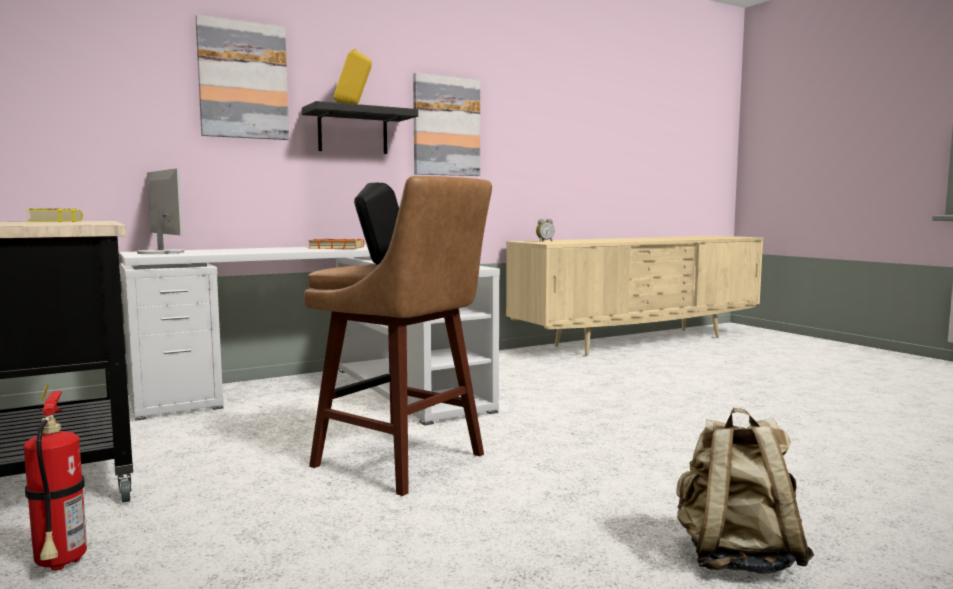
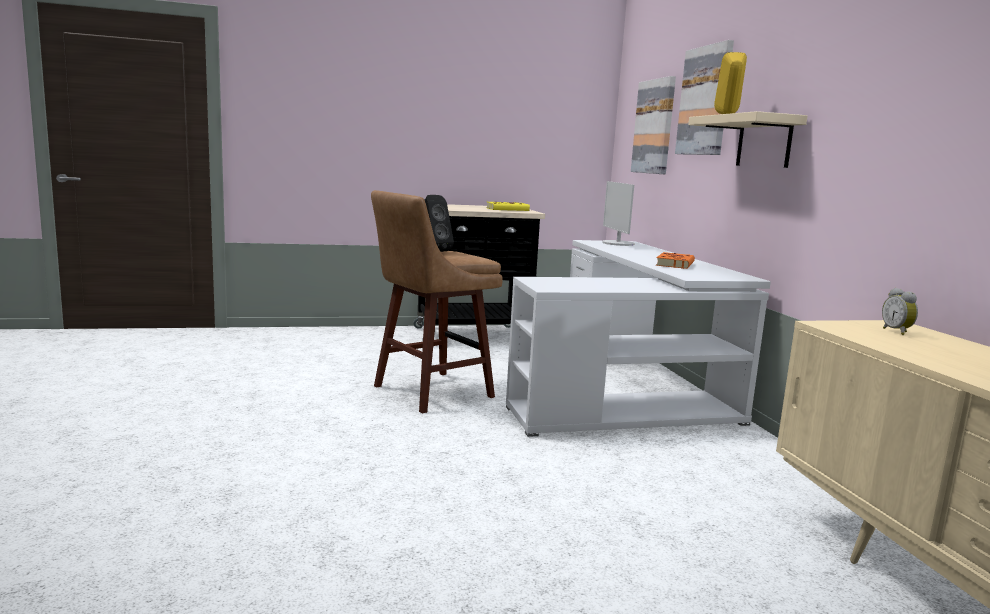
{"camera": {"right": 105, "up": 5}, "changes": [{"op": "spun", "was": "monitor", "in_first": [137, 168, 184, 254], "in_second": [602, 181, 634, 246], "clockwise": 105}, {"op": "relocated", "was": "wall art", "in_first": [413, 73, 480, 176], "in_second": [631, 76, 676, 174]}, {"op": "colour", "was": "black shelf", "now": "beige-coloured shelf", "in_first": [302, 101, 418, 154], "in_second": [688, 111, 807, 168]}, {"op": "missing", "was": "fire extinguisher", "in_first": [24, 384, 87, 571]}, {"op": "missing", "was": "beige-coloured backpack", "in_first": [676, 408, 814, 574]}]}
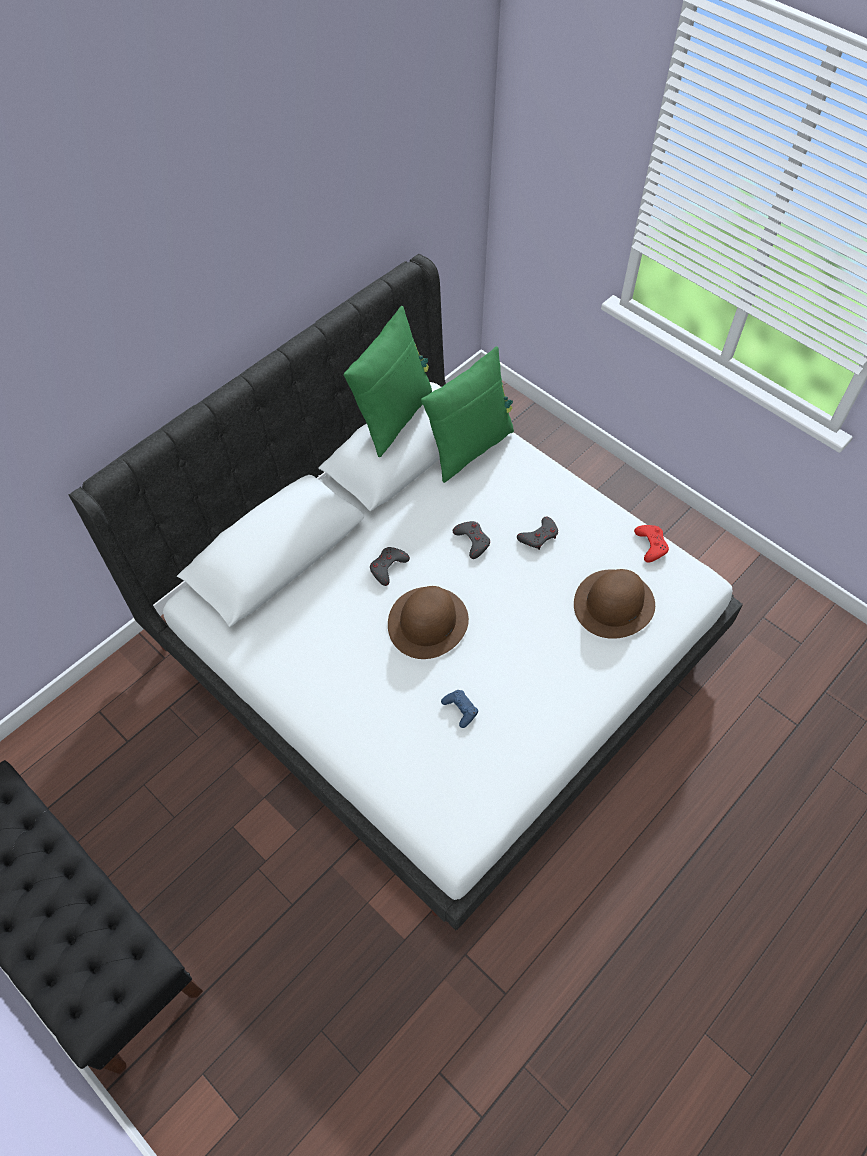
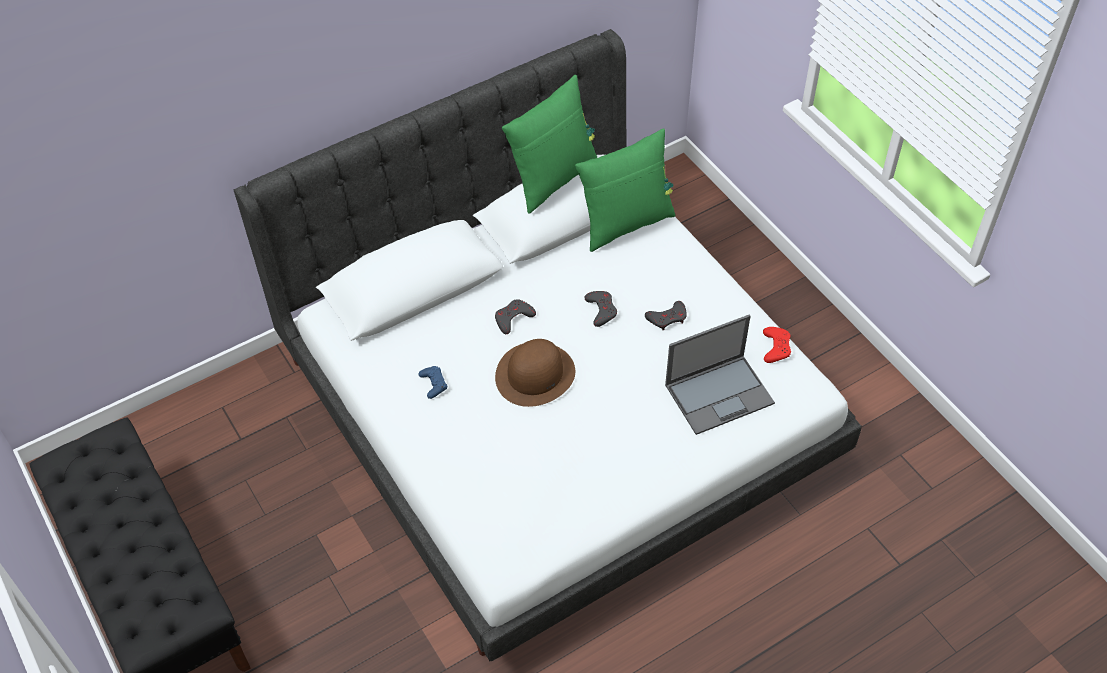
{"camera": {"right": 15, "up": -5}, "changes": [{"op": "relocated", "was": "blue joypad", "in_first": [441, 690, 478, 728], "in_second": [418, 366, 447, 399]}, {"op": "exchanged", "was": "brownish hat", "now": "notebook computer", "in_first": [574, 569, 655, 639], "in_second": [665, 315, 775, 435]}]}
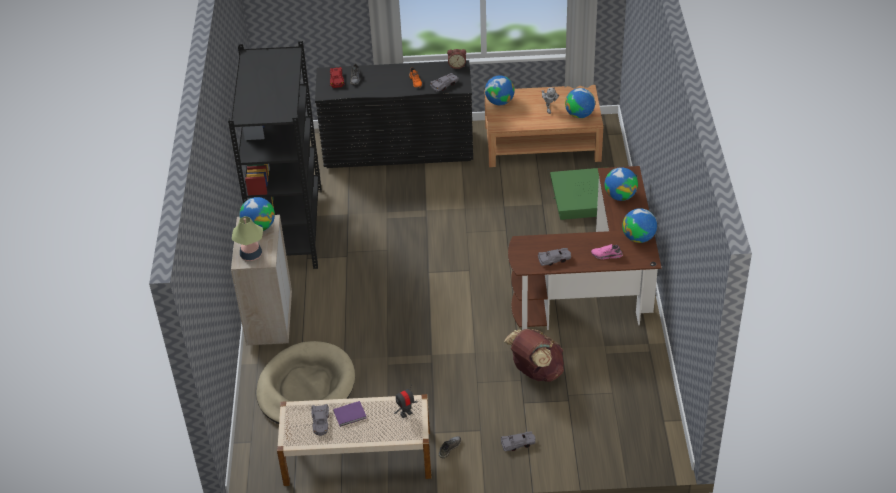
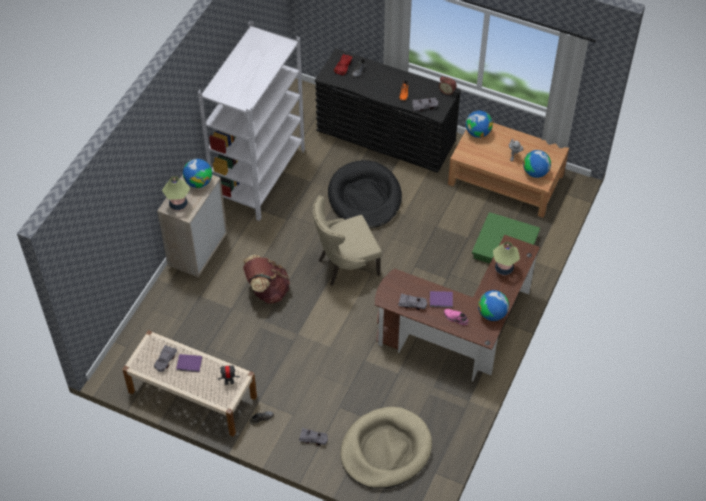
{"camera": {"right": 25, "up": 10}, "changes": [{"op": "colour", "was": "black shelving unit", "now": "whitish shelving unit", "in_first": [228, 41, 322, 269], "in_second": [198, 21, 305, 221]}, {"op": "relocated", "was": "brownish backpack", "in_first": [504, 329, 564, 382], "in_second": [243, 255, 290, 304]}, {"op": "appeared", "now": "beige-coloured plain chair", "in_second": [313, 195, 382, 286]}, {"op": "appeared", "now": "black pet bed", "in_second": [328, 160, 402, 228]}, {"op": "relocated", "was": "beige-coloured pet bed", "in_first": [256, 341, 355, 426], "in_second": [340, 407, 432, 489]}, {"op": "appeared", "now": "purple book", "in_second": [430, 291, 453, 308]}, {"op": "exchanged", "was": "globe", "now": "lamp for a table", "in_first": [604, 167, 638, 201], "in_second": [493, 242, 520, 276]}]}
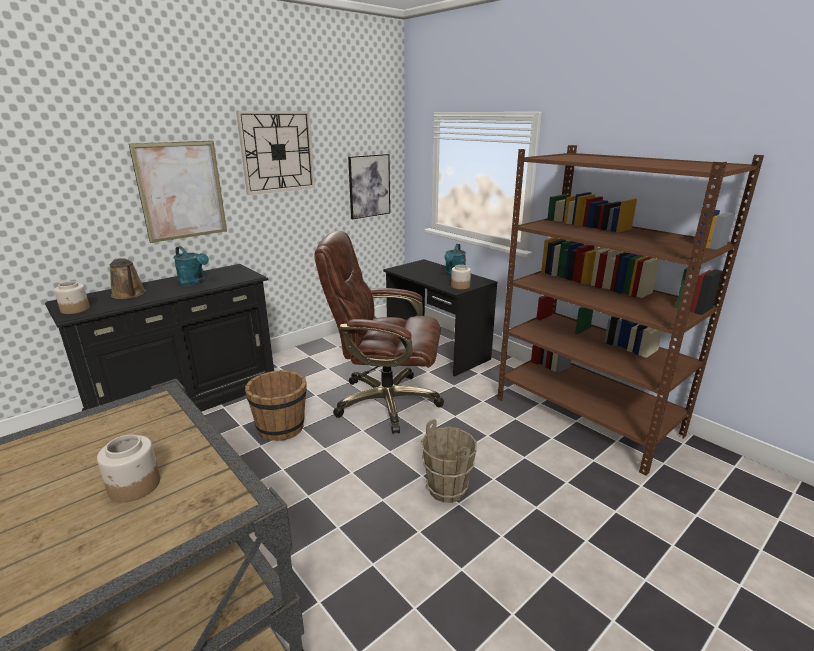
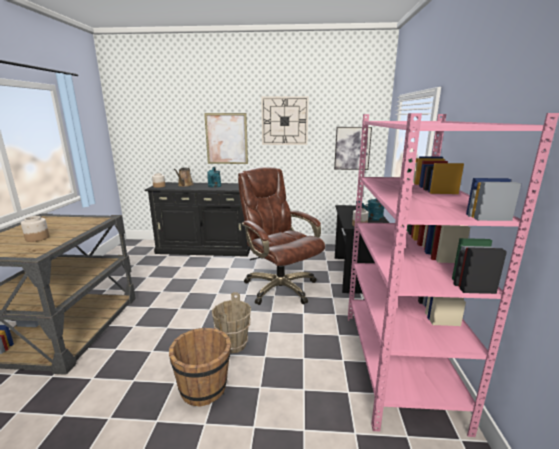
{"camera": {"right": 45, "up": -5}, "changes": [{"op": "relocated", "was": "brownish water bucket", "in_first": [245, 370, 307, 441], "in_second": [169, 328, 231, 407]}, {"op": "colour", "was": "brownish shelving unit", "now": "pinkish shelving unit", "in_first": [497, 145, 764, 475], "in_second": [348, 113, 559, 437]}]}
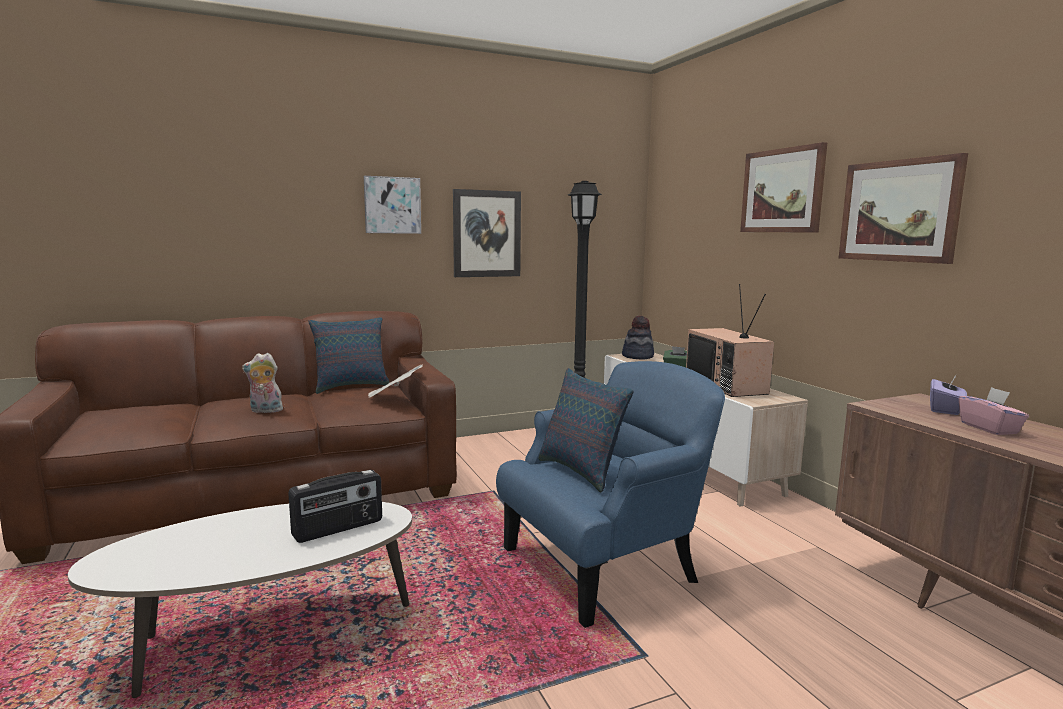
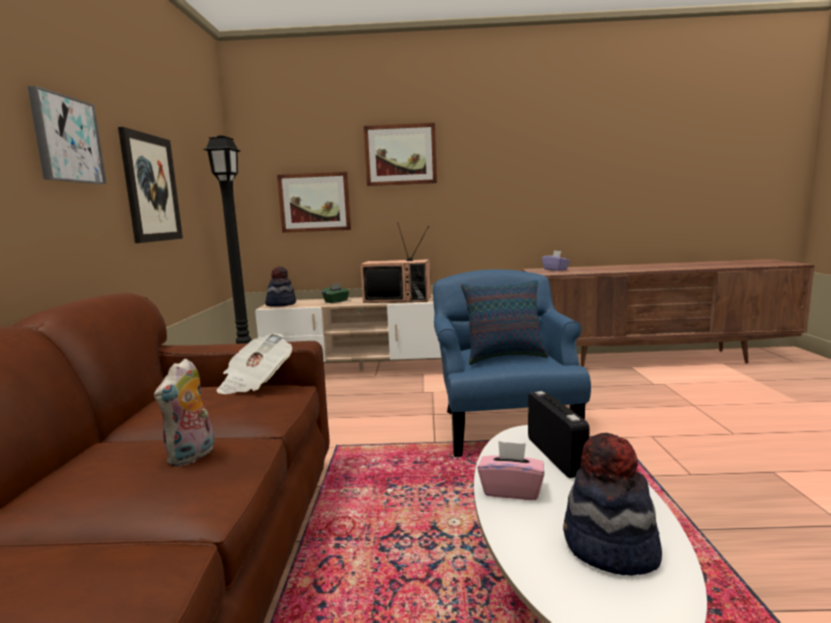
{"camera": {"right": -65, "up": 0}, "changes": [{"op": "relocated", "was": "wall art", "in_first": [839, 153, 968, 264], "in_second": [277, 172, 351, 233]}, {"op": "relocated", "was": "pinkish tissue box", "in_first": [959, 387, 1029, 435], "in_second": [478, 441, 544, 500]}, {"op": "appeared", "now": "hat", "in_second": [563, 433, 662, 576]}, {"op": "missing", "was": "blue cushion", "in_first": [308, 317, 390, 394]}]}
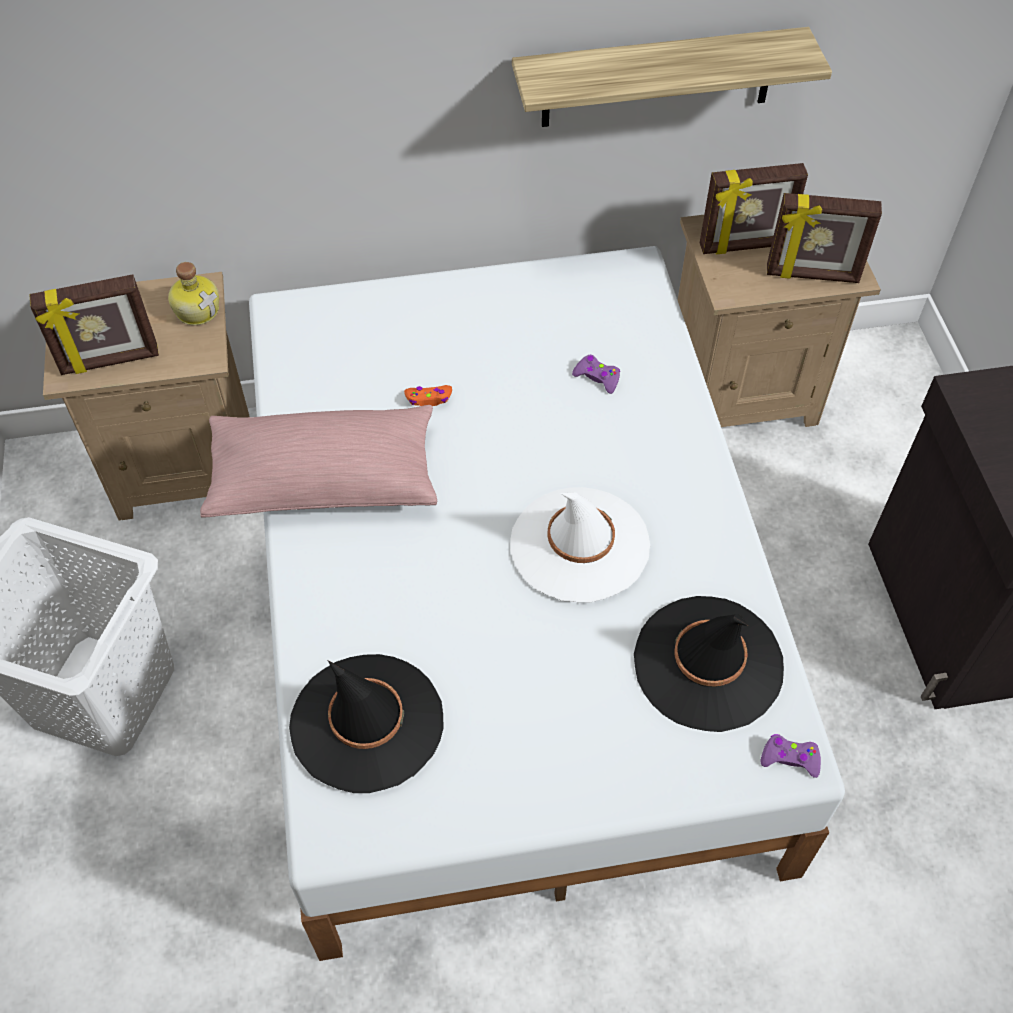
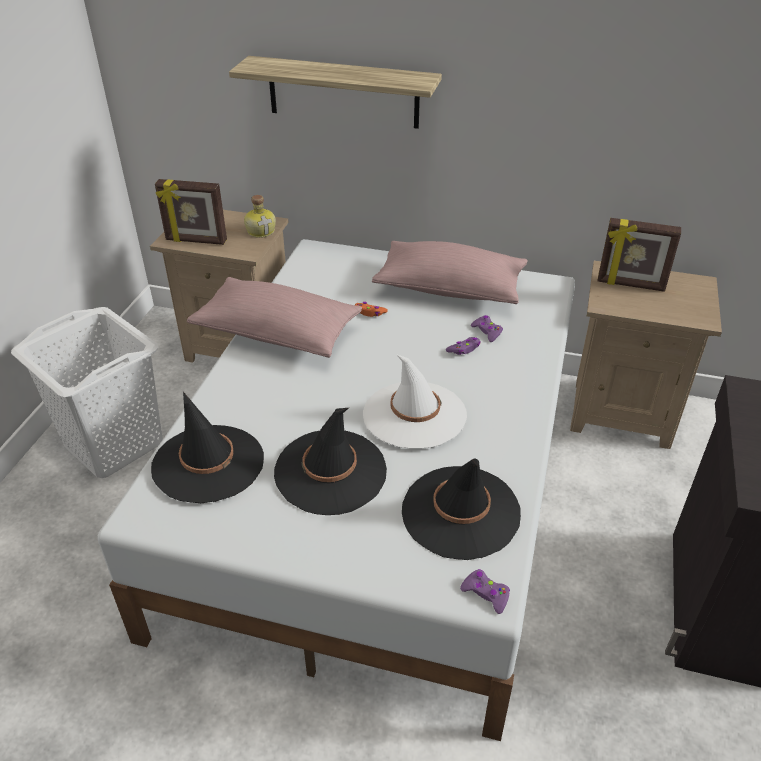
{"camera": {"right": 25, "up": -15}, "changes": [{"op": "relocated", "was": "shelf", "in_first": [512, 27, 832, 127], "in_second": [229, 56, 442, 129]}, {"op": "appeared", "now": "black hat", "in_second": [274, 408, 387, 515]}, {"op": "appeared", "now": "pinkish cushion", "in_second": [372, 241, 528, 304]}, {"op": "appeared", "now": "purple joypad", "in_second": [446, 337, 481, 355]}, {"op": "missing", "was": "picture frame", "in_first": [767, 193, 882, 283]}]}
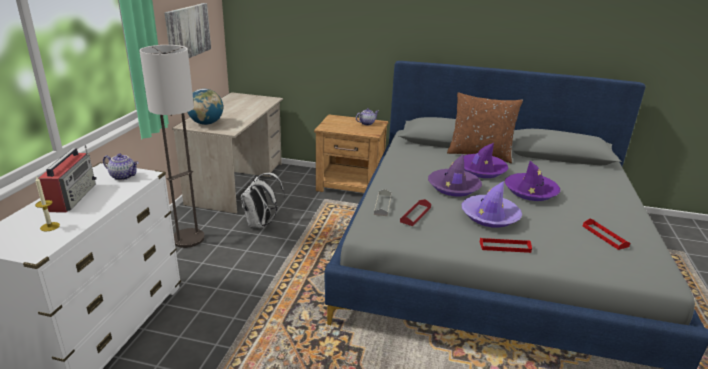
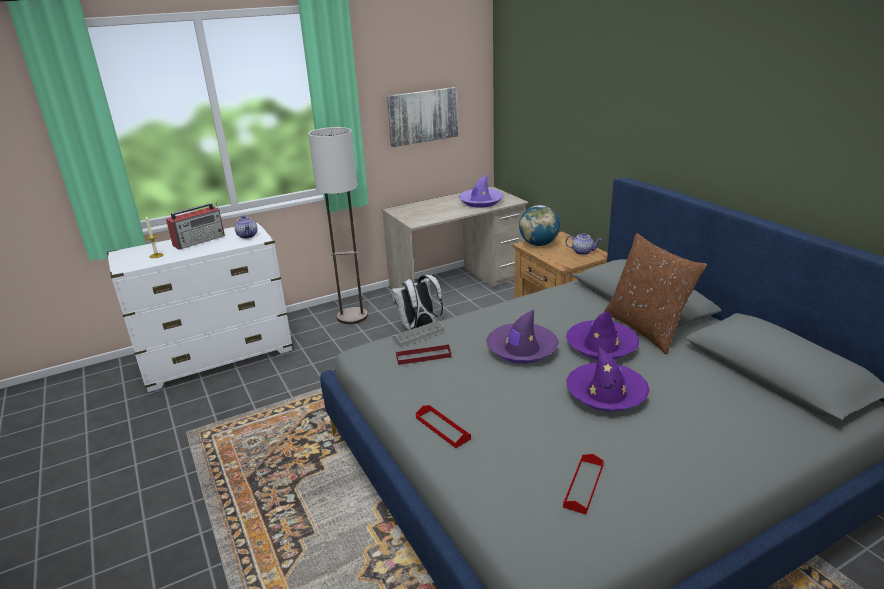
{"camera": {"right": 50, "up": 0}, "changes": [{"op": "relocated", "was": "purple hat", "in_first": [462, 181, 522, 228], "in_second": [459, 175, 504, 207]}, {"op": "relocated", "was": "globe", "in_first": [187, 89, 223, 125], "in_second": [519, 205, 560, 246]}]}
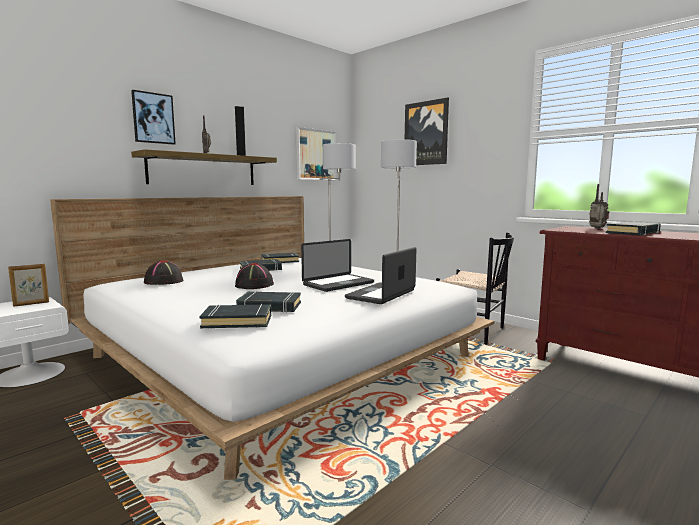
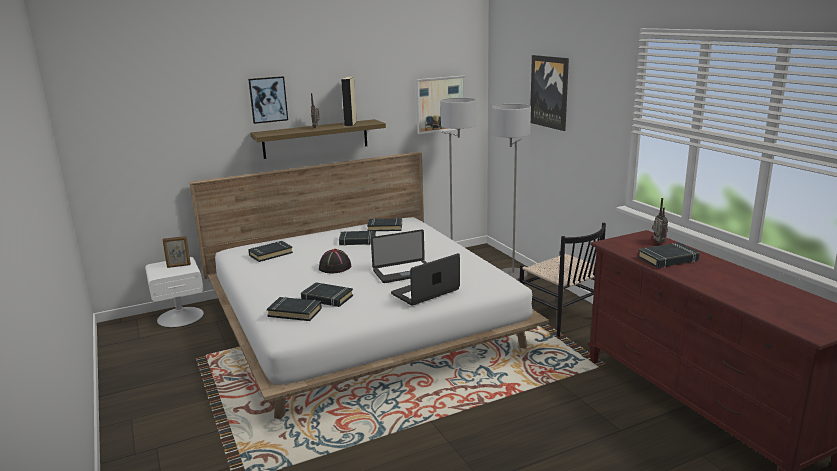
{"camera": {"right": 20, "up": 10}, "changes": [{"op": "exchanged", "was": "black hat", "now": "black book", "in_first": [144, 260, 184, 285], "in_second": [248, 241, 293, 262]}]}
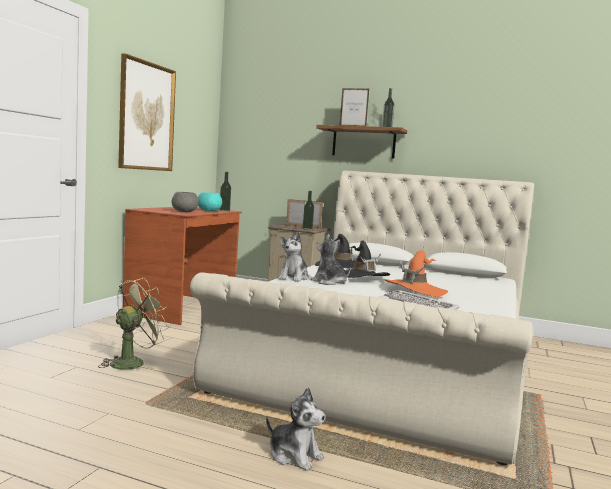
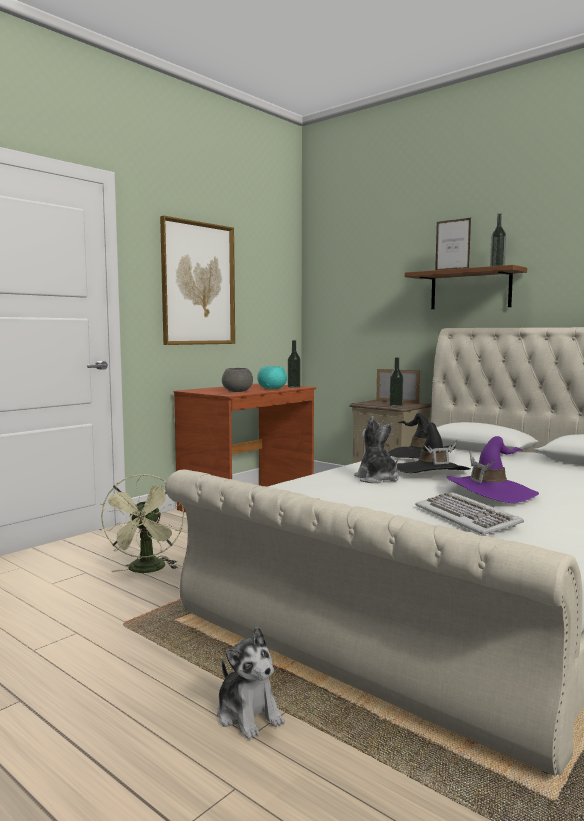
{"camera": {"right": 20, "up": 0}, "changes": [{"op": "spun", "was": "green fan", "in_first": [98, 278, 169, 369], "in_second": [99, 474, 184, 573], "clockwise": 120}, {"op": "colour", "was": "orange-coloured hat", "now": "purple hat", "in_first": [385, 250, 448, 297], "in_second": [447, 436, 539, 503]}, {"op": "missing", "was": "cuddly toy", "in_first": [279, 232, 309, 282]}]}
